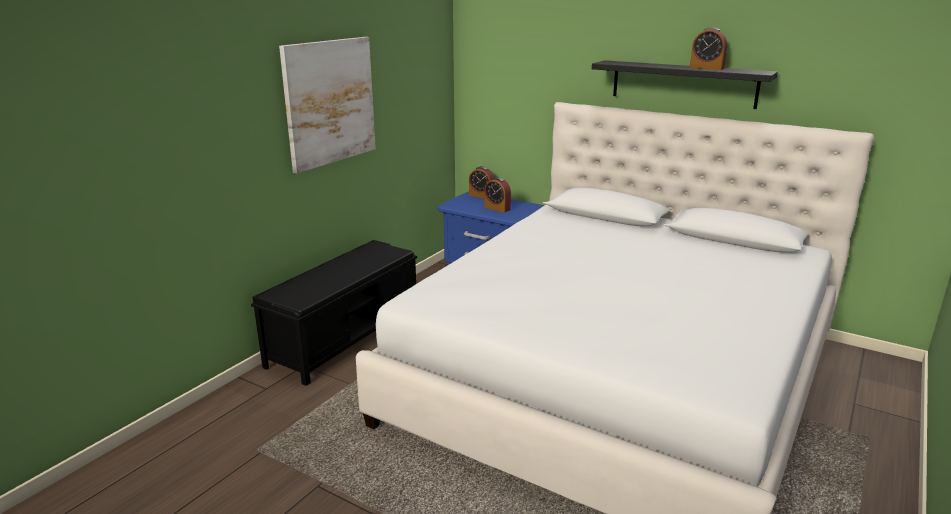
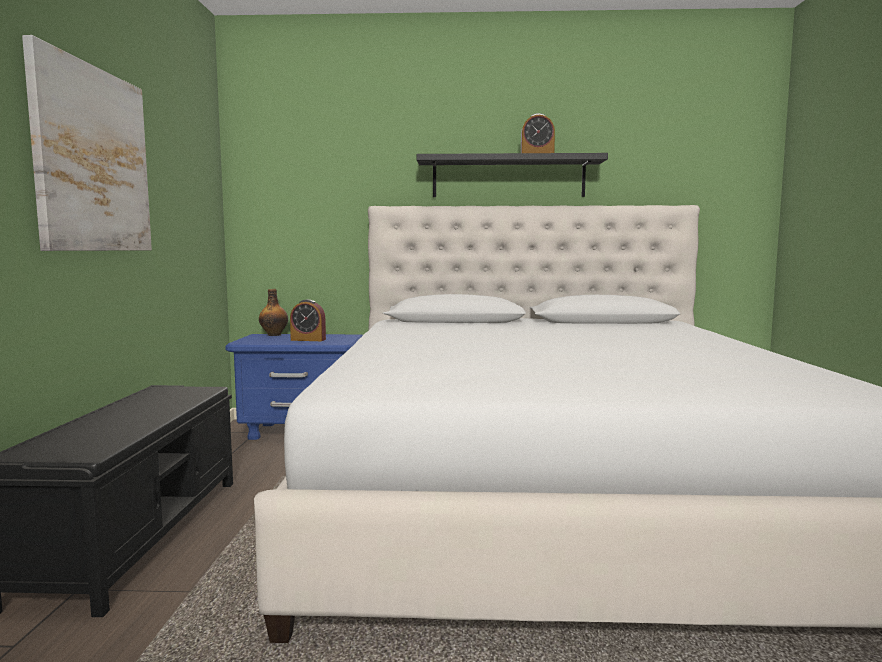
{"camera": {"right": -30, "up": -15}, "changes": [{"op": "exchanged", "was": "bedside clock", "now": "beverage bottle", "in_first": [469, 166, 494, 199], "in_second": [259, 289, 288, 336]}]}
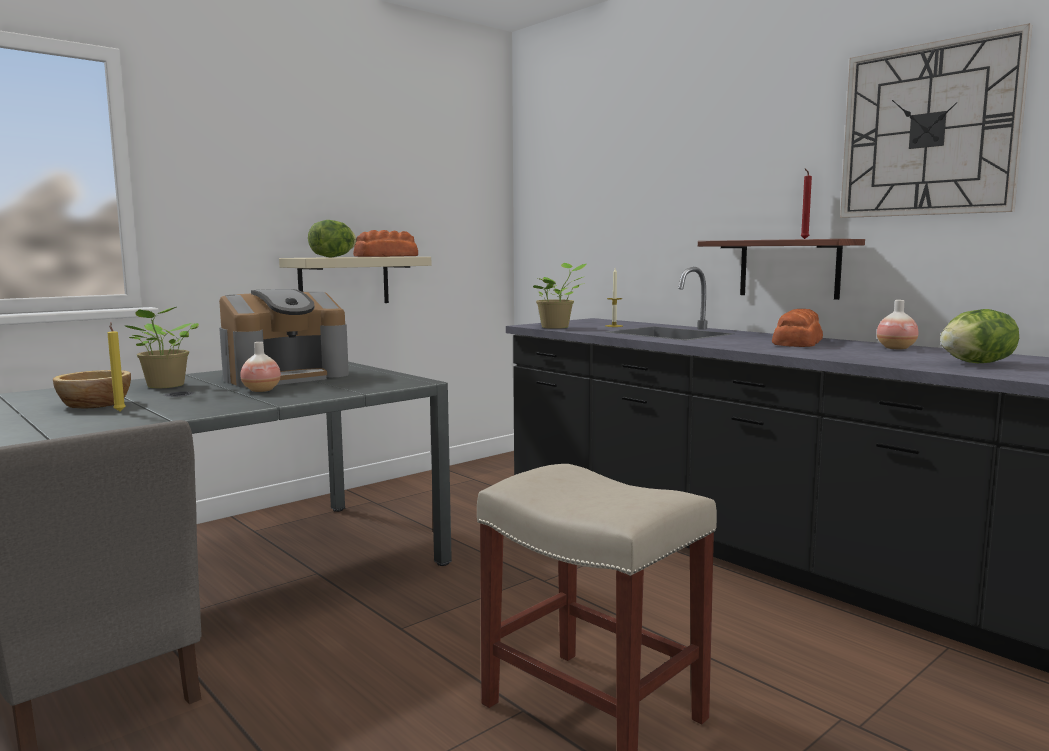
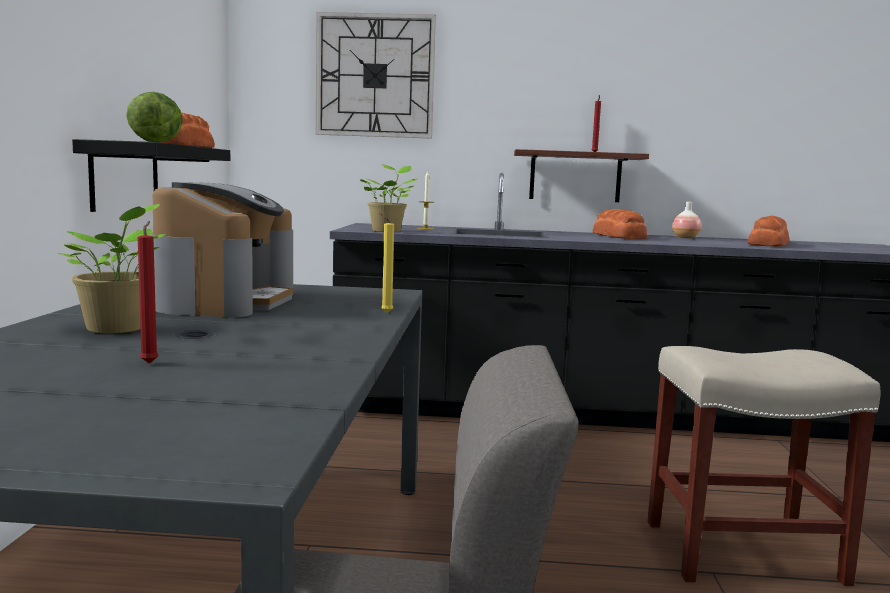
{"camera": {"right": -45, "up": 0}, "changes": [{"op": "colour", "was": "beige-coloured shelf", "now": "black shelf", "in_first": [279, 257, 432, 303], "in_second": [72, 139, 230, 212]}, {"op": "exchanged", "was": "bowl", "now": "reddish wax light", "in_first": [53, 370, 131, 409], "in_second": [138, 221, 159, 364]}, {"op": "relocated", "was": "clock on the wall", "in_first": [840, 23, 1032, 218], "in_second": [316, 12, 436, 139]}, {"op": "relocated", "was": "yellowish wax light", "in_first": [108, 322, 126, 411], "in_second": [379, 213, 394, 313]}, {"op": "exchanged", "was": "lettuce head", "now": "bakery bread", "in_first": [940, 309, 1019, 363], "in_second": [748, 216, 789, 247]}, {"op": "missing", "was": "decorative vase", "in_first": [240, 342, 281, 392]}]}
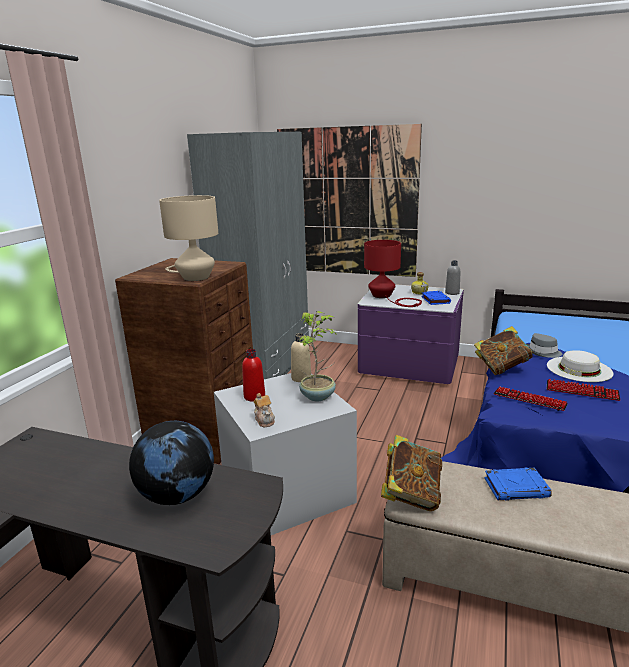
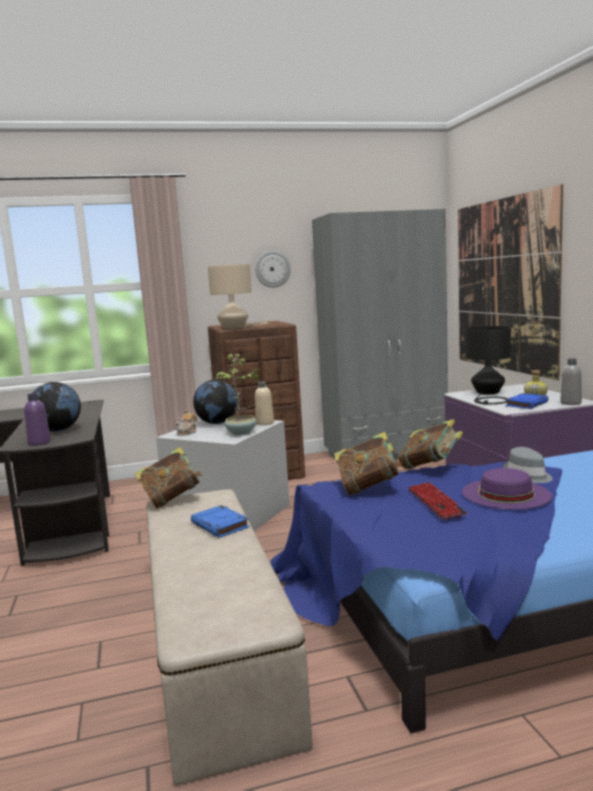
{"camera": {"right": 55, "up": -10}, "changes": [{"op": "appeared", "now": "purple beverage bottle", "in_second": [24, 393, 51, 446]}, {"op": "exchanged", "was": "reddish beverage bottle", "now": "globe", "in_first": [242, 349, 265, 401], "in_second": [193, 380, 238, 424]}, {"op": "appeared", "now": "clock on the wall", "in_second": [255, 251, 291, 288]}, {"op": "exchanged", "was": "computer keyboard", "now": "book", "in_first": [493, 387, 568, 411], "in_second": [334, 432, 404, 495]}, {"op": "colour", "was": "whitish hat", "now": "purple hat", "in_first": [547, 350, 613, 382], "in_second": [462, 468, 552, 510]}, {"op": "colour", "was": "reddish lamp for a table", "now": "black lamp for a table", "in_first": [364, 240, 422, 307], "in_second": [465, 326, 511, 404]}]}
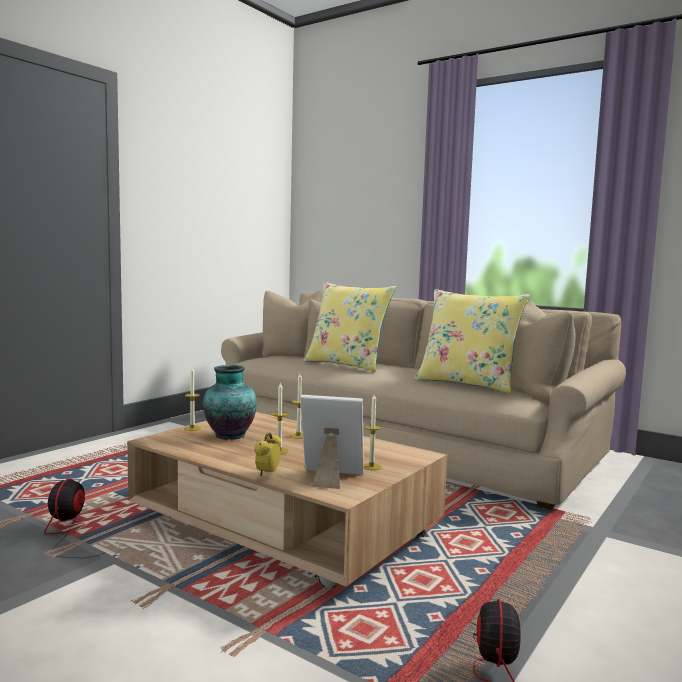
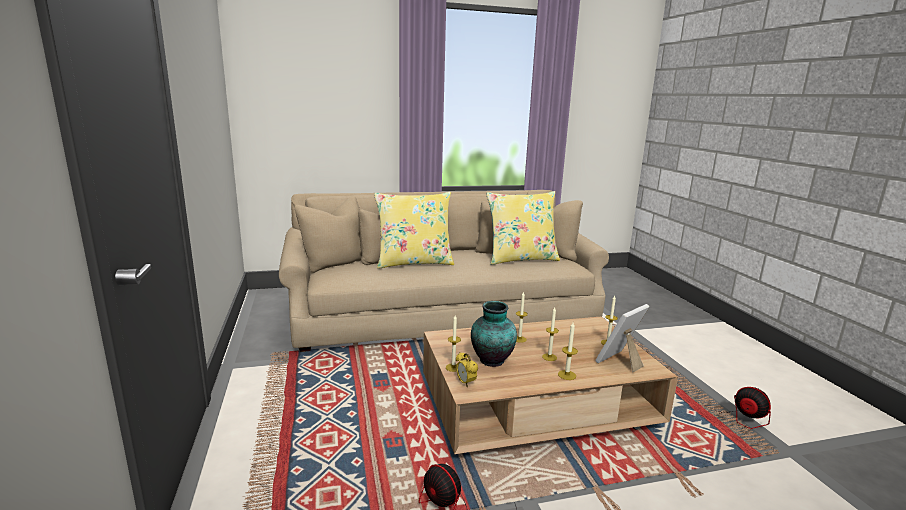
{"camera": {"right": -50, "up": 10}, "changes": [{"op": "relocated", "was": "bedside clock", "in_first": [254, 433, 281, 476], "in_second": [456, 352, 478, 387]}, {"op": "appeared", "now": "wax light", "in_second": [558, 323, 578, 380]}]}
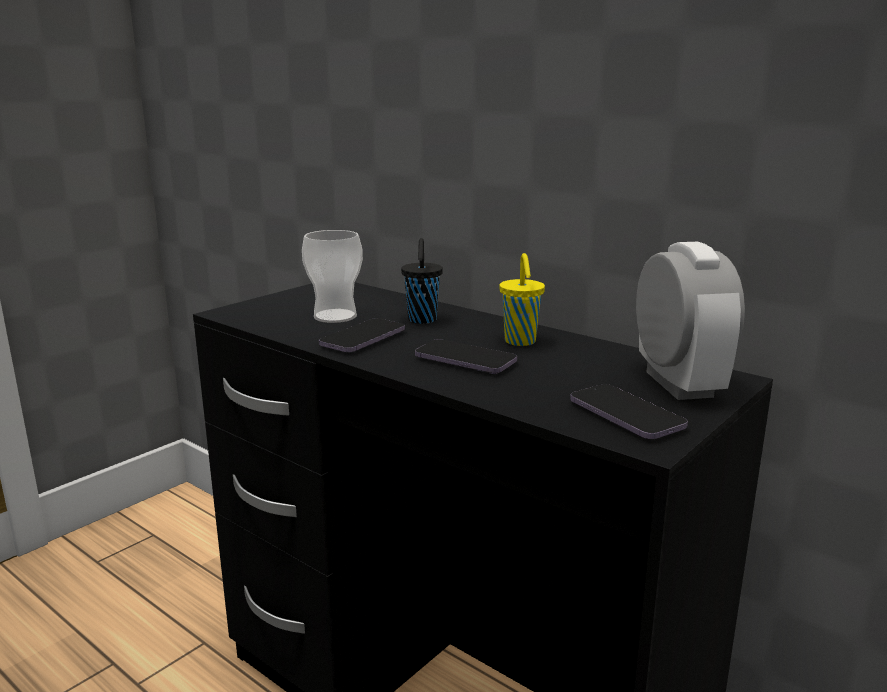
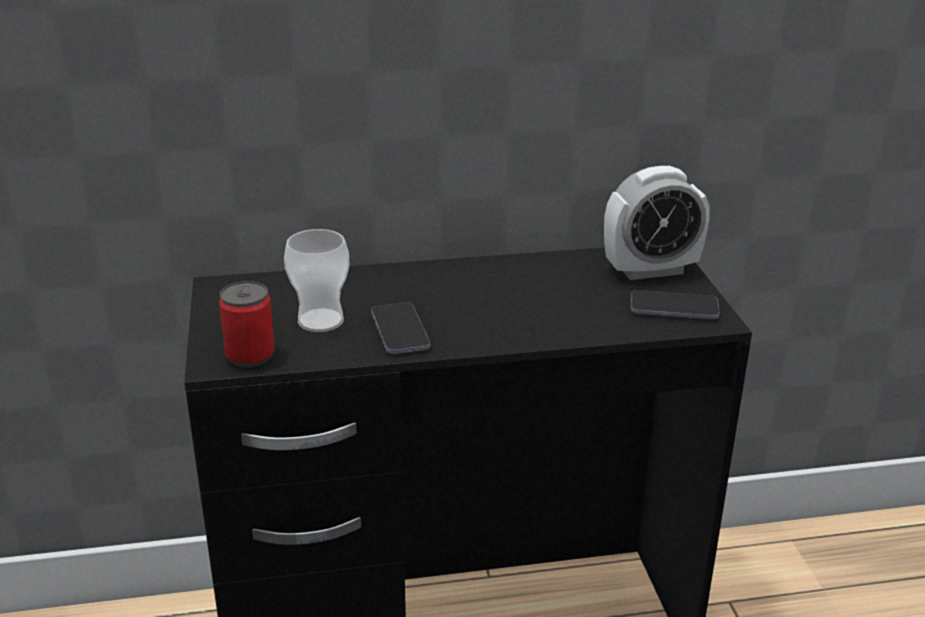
{"camera": {"right": -50, "up": 10}, "changes": [{"op": "appeared", "now": "sealed can", "in_second": [219, 281, 275, 368]}, {"op": "spun", "was": "bedside clock", "in_first": [636, 242, 745, 400], "in_second": [604, 166, 710, 280], "clockwise": 135}, {"op": "missing", "was": "black cup", "in_first": [401, 238, 443, 324]}, {"op": "missing", "was": "handset", "in_first": [415, 339, 517, 374]}, {"op": "missing", "was": "yellowish cup", "in_first": [499, 253, 545, 346]}]}
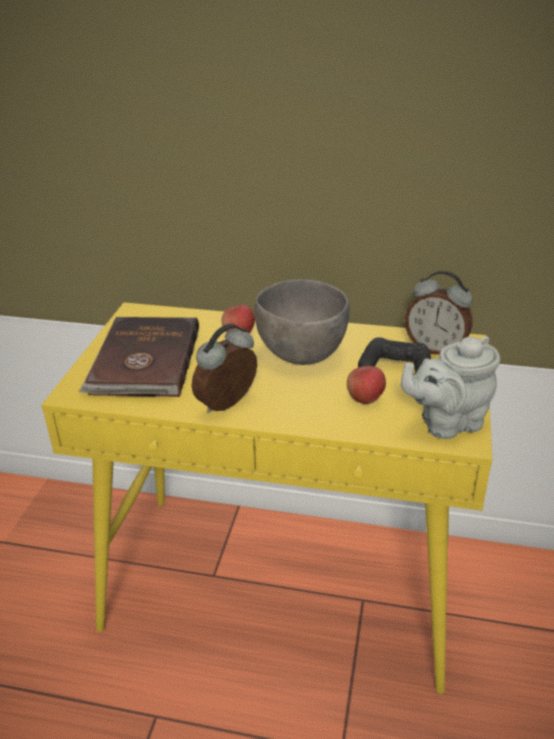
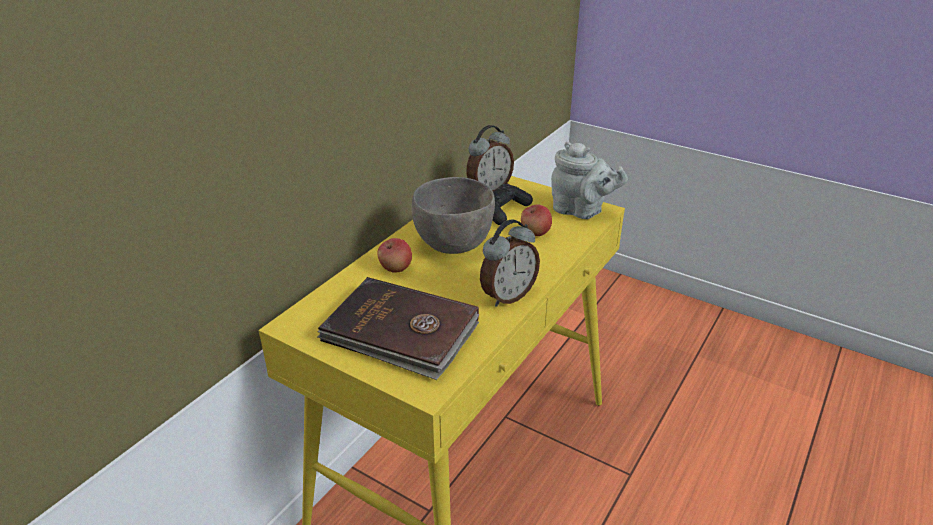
{"camera": {"right": -70, "up": 0}, "changes": [{"op": "spun", "was": "bedside clock", "in_first": [192, 323, 257, 413], "in_second": [480, 219, 540, 307], "clockwise": -105}, {"op": "spun", "was": "greyish tea pot", "in_first": [401, 336, 500, 439], "in_second": [551, 142, 628, 219], "clockwise": -60}]}
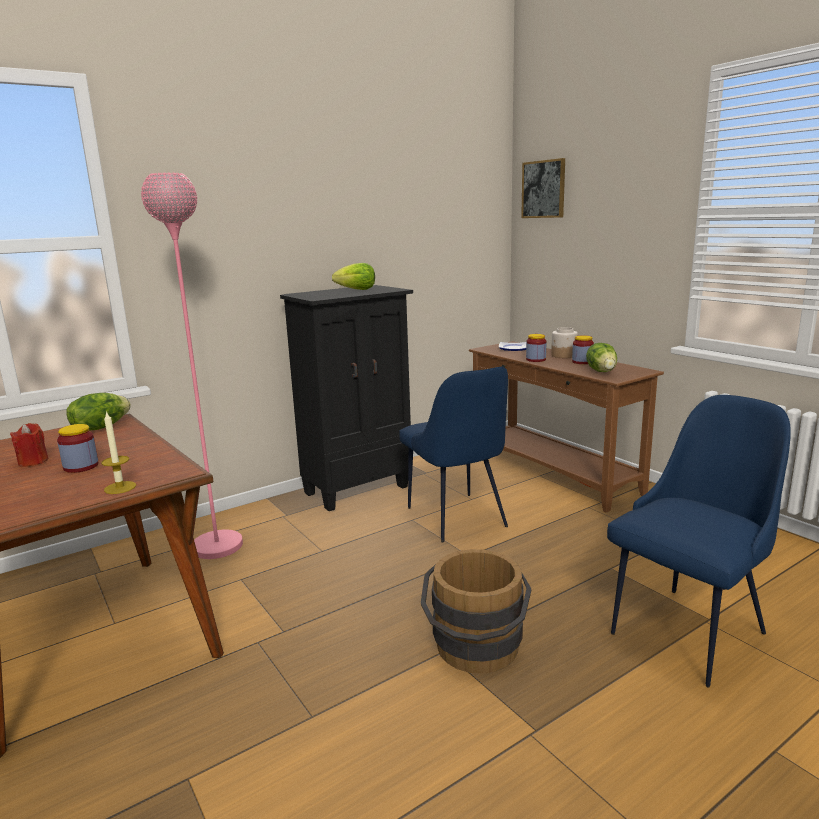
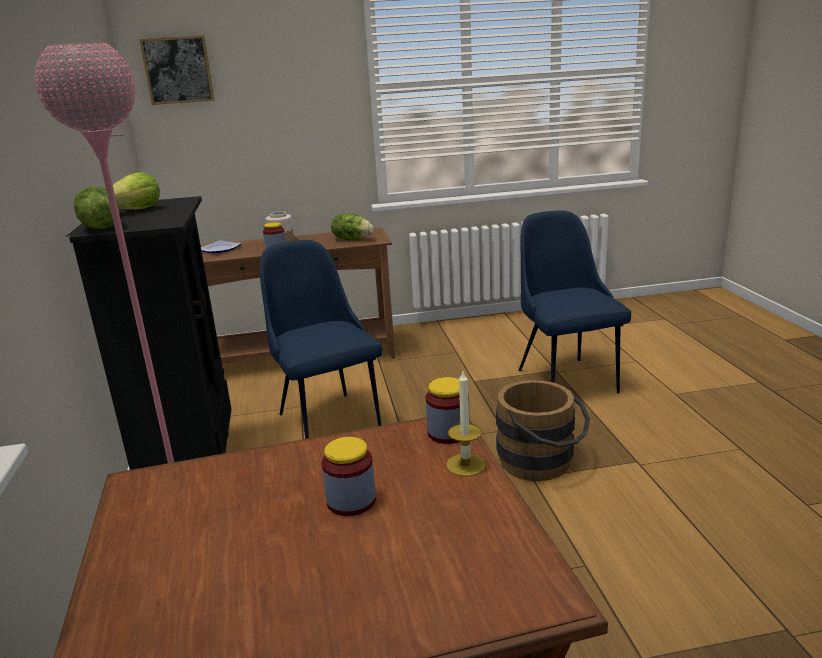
{"camera": {"right": -65, "up": 5}, "changes": [{"op": "relocated", "was": "lettuce head", "in_first": [66, 393, 131, 431], "in_second": [74, 186, 120, 229]}, {"op": "spun", "was": "blue plain chair", "in_first": [399, 367, 508, 543], "in_second": [260, 240, 382, 439], "clockwise": -120}, {"op": "relocated", "was": "storage jar", "in_first": [572, 335, 594, 364], "in_second": [426, 377, 470, 444]}, {"op": "missing", "was": "reddish wax light", "in_first": [10, 423, 49, 467]}]}
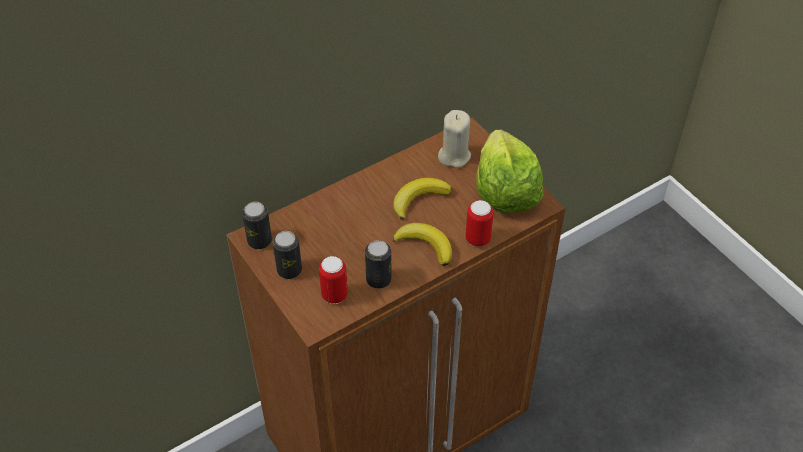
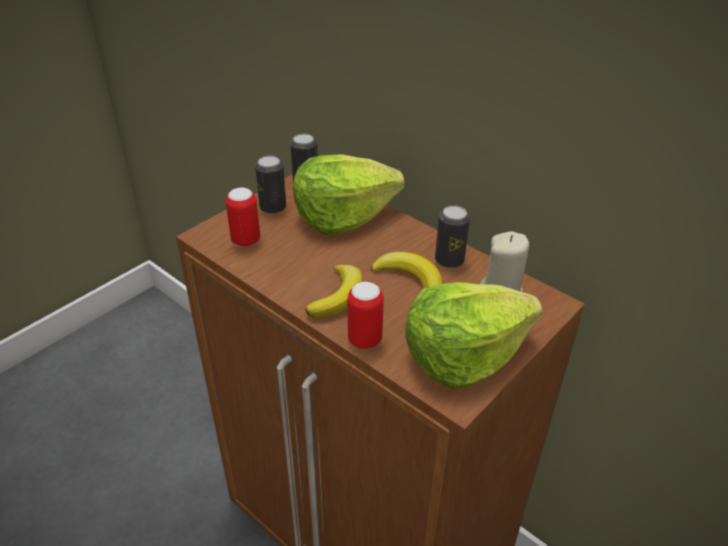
{"camera": {"right": 75, "up": -10}, "changes": [{"op": "appeared", "now": "lettuce head", "in_second": [293, 154, 404, 235]}, {"op": "relocated", "was": "sealed can", "in_first": [365, 240, 392, 289], "in_second": [435, 205, 470, 268]}]}
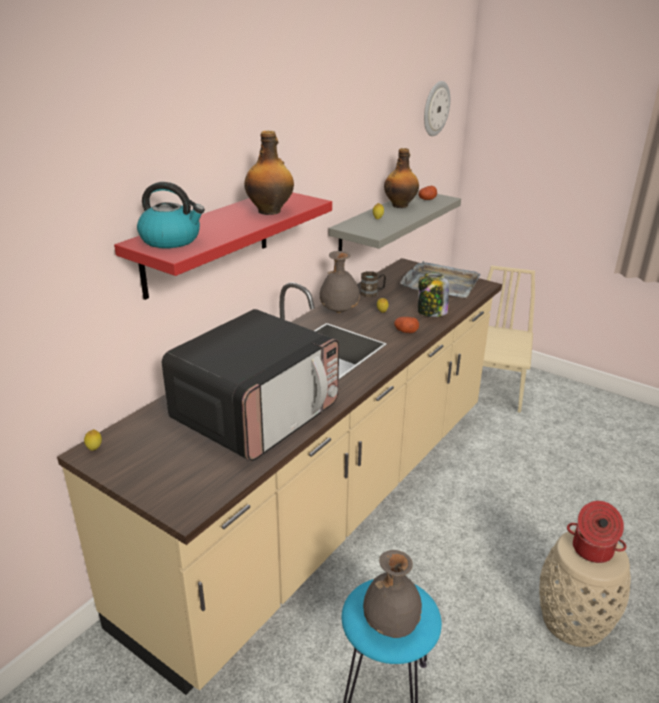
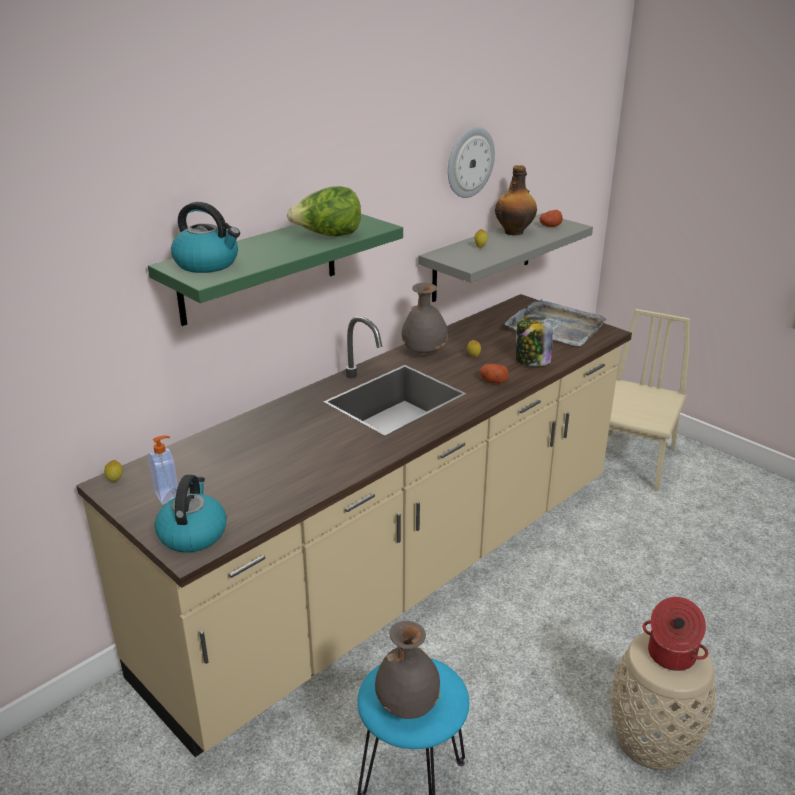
{"camera": {"right": 10, "up": 0}, "changes": [{"op": "colour", "was": "reddish shelf", "now": "green shelf", "in_first": [114, 192, 332, 300], "in_second": [148, 214, 403, 326]}, {"op": "appeared", "now": "soap bottle", "in_second": [148, 436, 178, 505]}, {"op": "appeared", "now": "tea kettle", "in_second": [155, 475, 227, 553]}, {"op": "exchanged", "was": "beverage bottle", "now": "lettuce head", "in_first": [244, 131, 294, 215], "in_second": [287, 186, 361, 236]}, {"op": "relocated", "was": "clock on the wall", "in_first": [424, 81, 450, 136], "in_second": [448, 127, 495, 198]}, {"op": "missing", "was": "kitchen microwave", "in_first": [162, 309, 339, 461]}, {"op": "missing", "was": "brownish tea mug", "in_first": [360, 271, 386, 297]}]}
